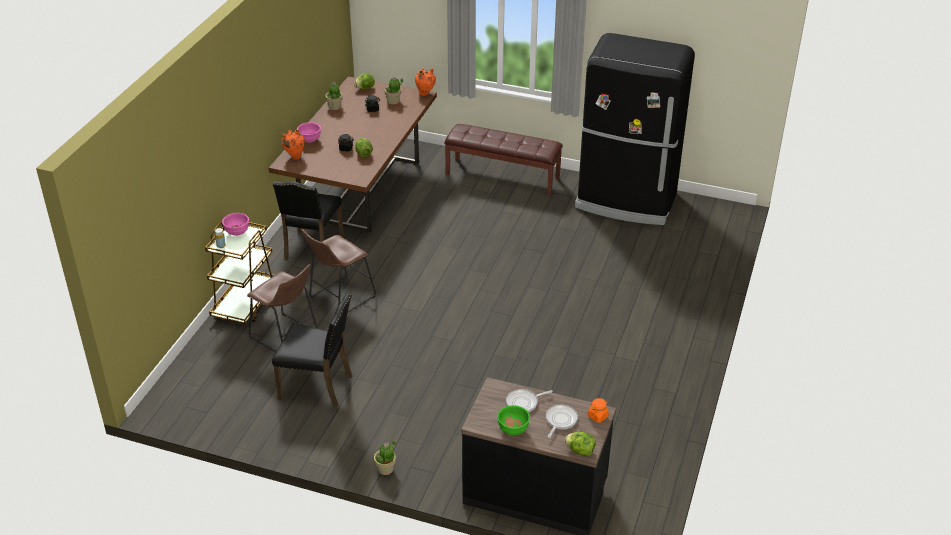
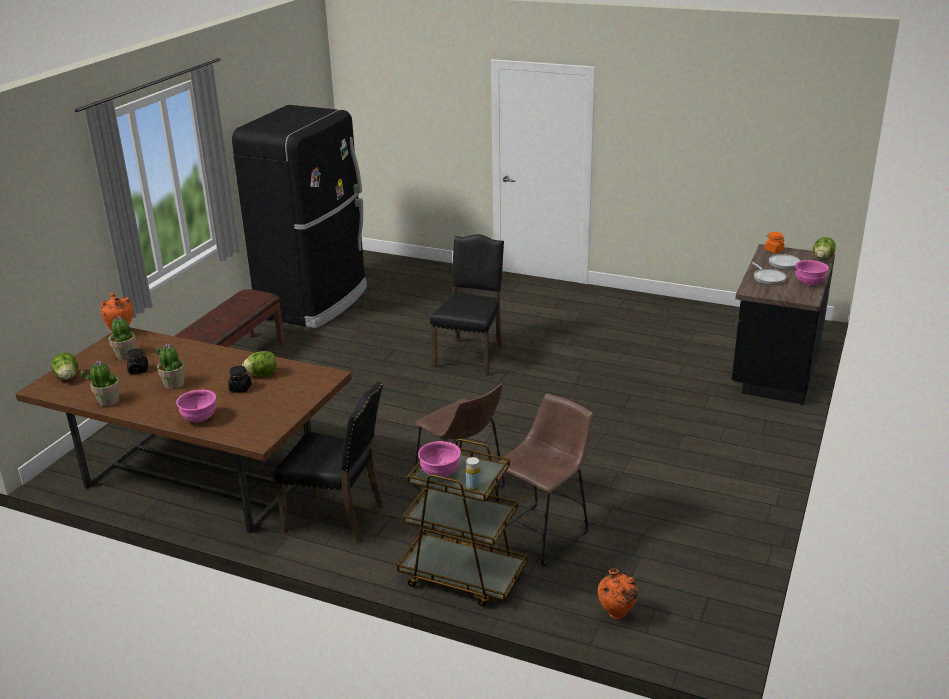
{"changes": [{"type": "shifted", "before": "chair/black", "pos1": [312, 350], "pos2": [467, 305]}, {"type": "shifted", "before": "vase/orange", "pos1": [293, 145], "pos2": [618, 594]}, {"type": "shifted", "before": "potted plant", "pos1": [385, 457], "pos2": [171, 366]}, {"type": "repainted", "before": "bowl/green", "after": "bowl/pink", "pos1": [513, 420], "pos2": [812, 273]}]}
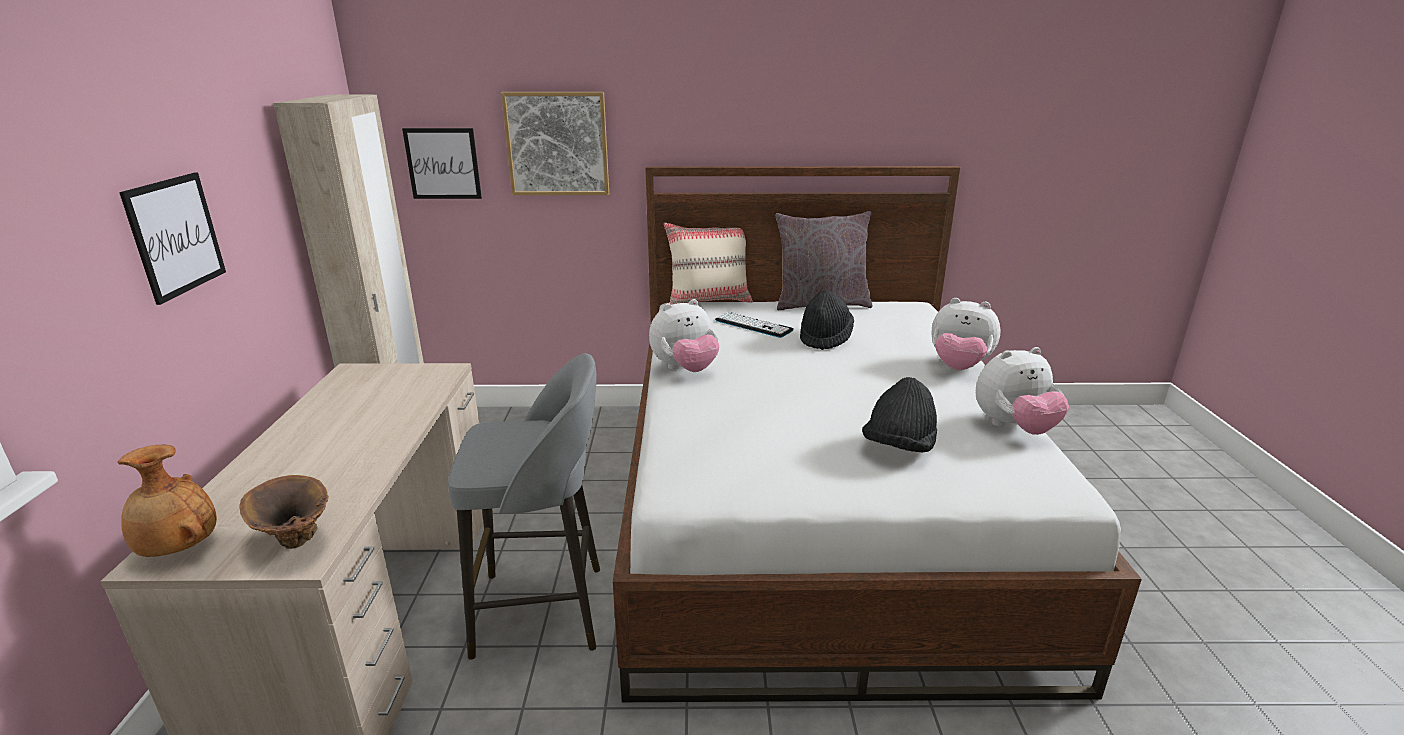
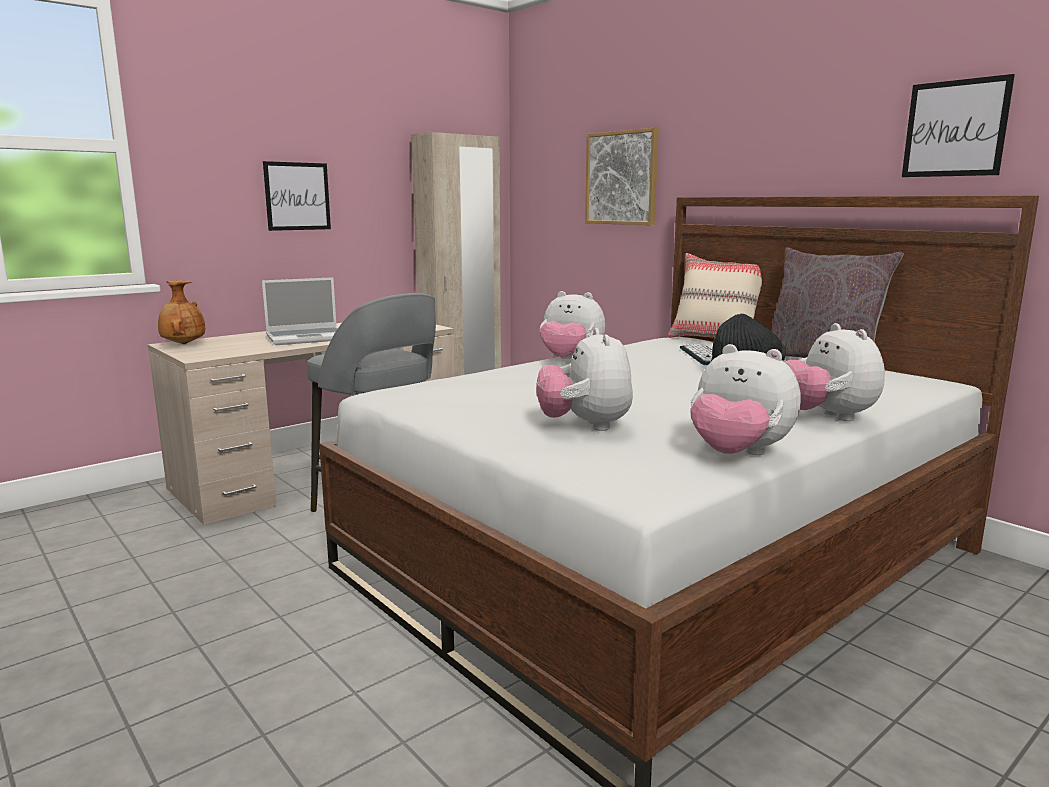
{"changes": [{"type": "gone", "before": "vase/brown", "pos1": [284, 512]}, {"type": "new", "after": "laptop", "pos2": [300, 311]}, {"type": "shifted", "before": "picture", "pos1": [442, 163], "pos2": [958, 125]}, {"type": "swapped", "before": "hat/black", "after": "plush toy", "pos1": [899, 414], "pos2": [584, 379]}]}
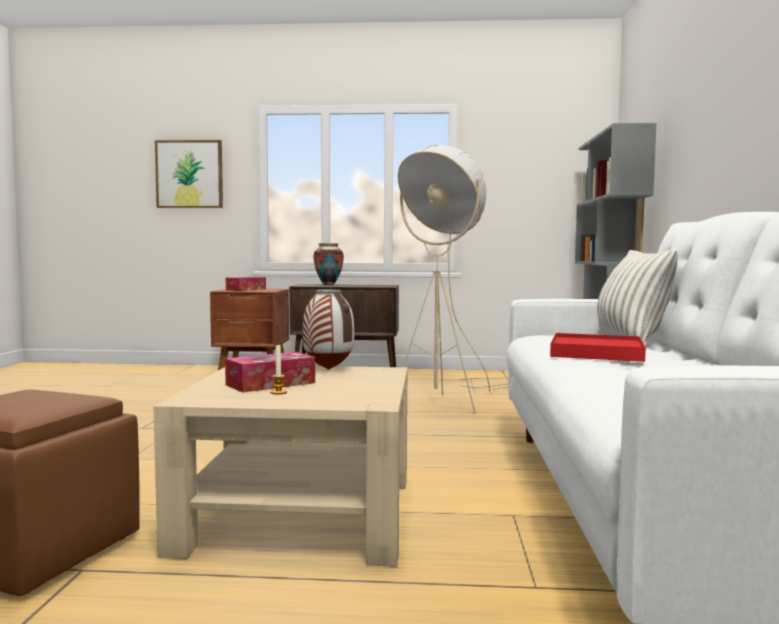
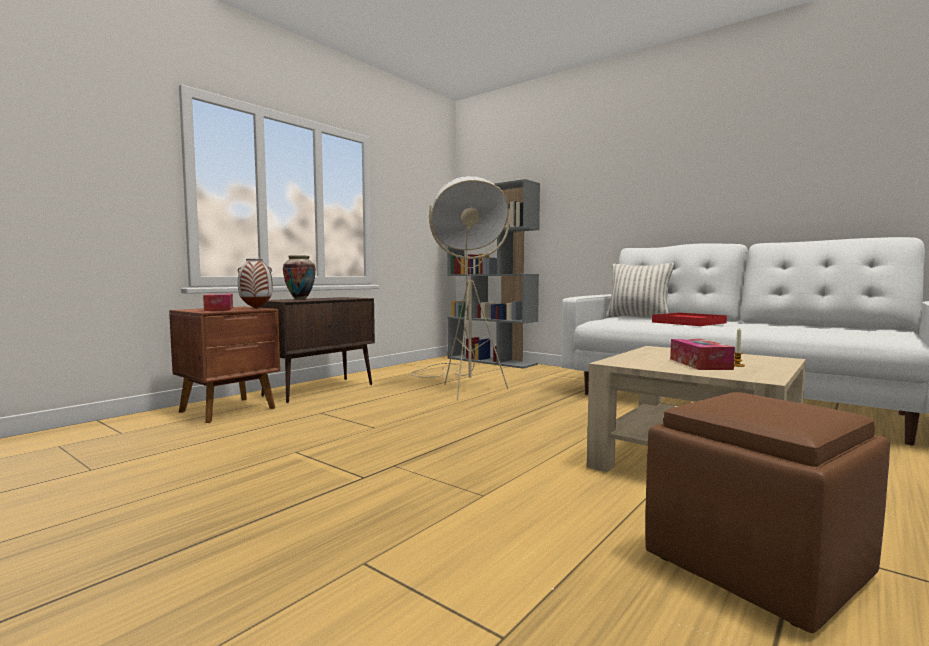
{"changes": [{"type": "gone", "before": "picture", "pos1": [189, 174]}, {"type": "shifted", "before": "vase", "pos1": [328, 329], "pos2": [255, 284]}]}
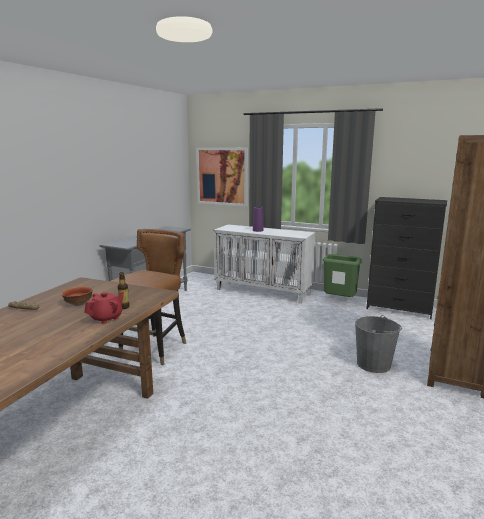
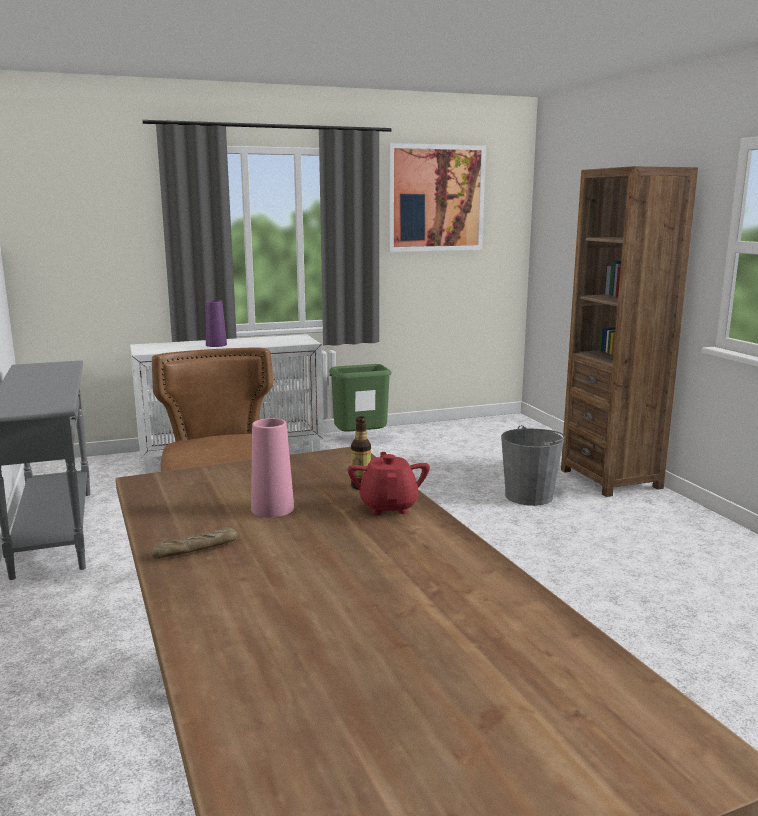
{"changes": [{"type": "gone", "before": "dresser/black", "pos1": [406, 258]}, {"type": "shifted", "before": "picture", "pos1": [222, 177], "pos2": [437, 197]}, {"type": "swapped", "before": "bowl", "after": "vase/pink", "pos1": [77, 296], "pos2": [272, 467]}]}
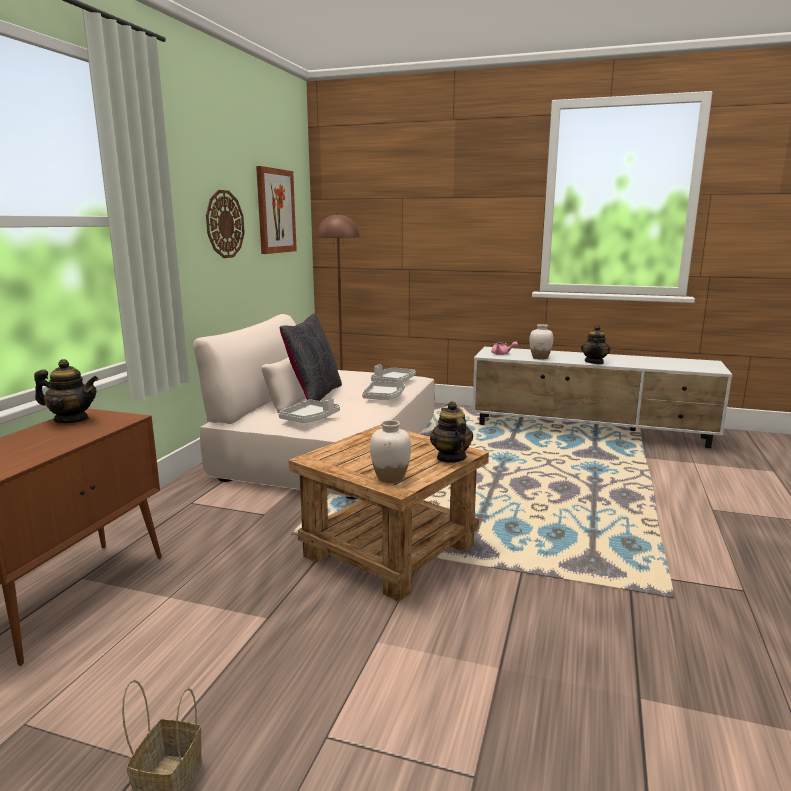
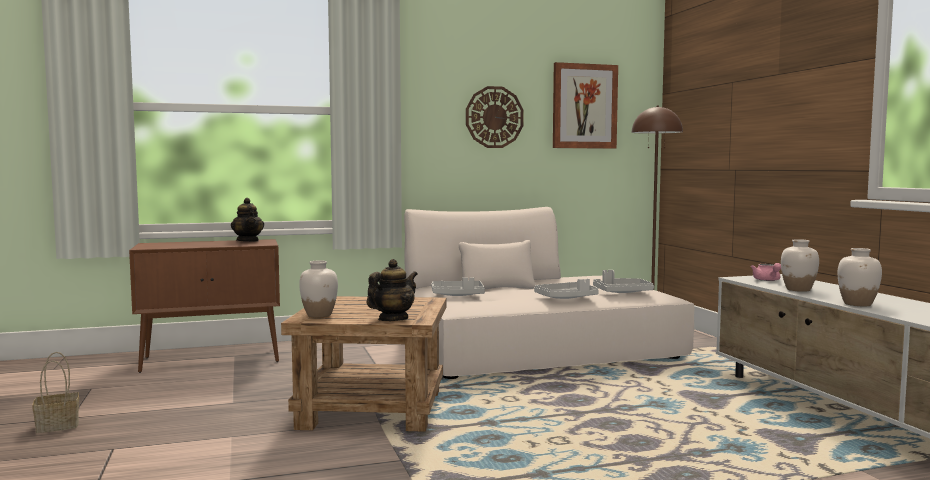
{"changes": [{"type": "gone", "before": "pillow/black", "pos1": [311, 357]}, {"type": "swapped", "before": "teapot", "after": "vase/white", "pos1": [596, 344], "pos2": [860, 277]}]}
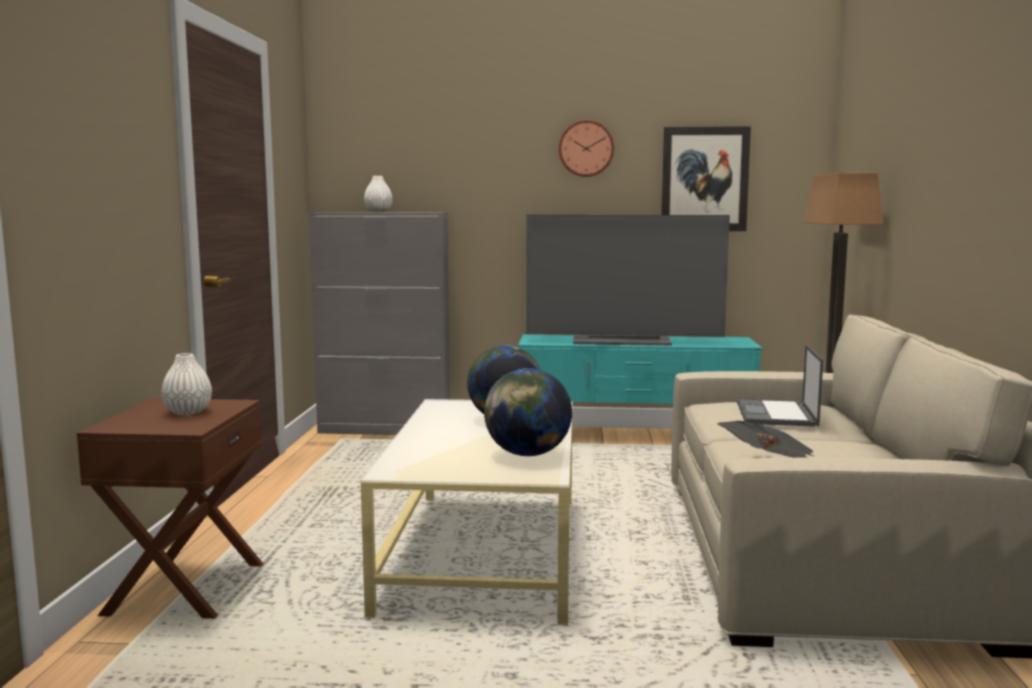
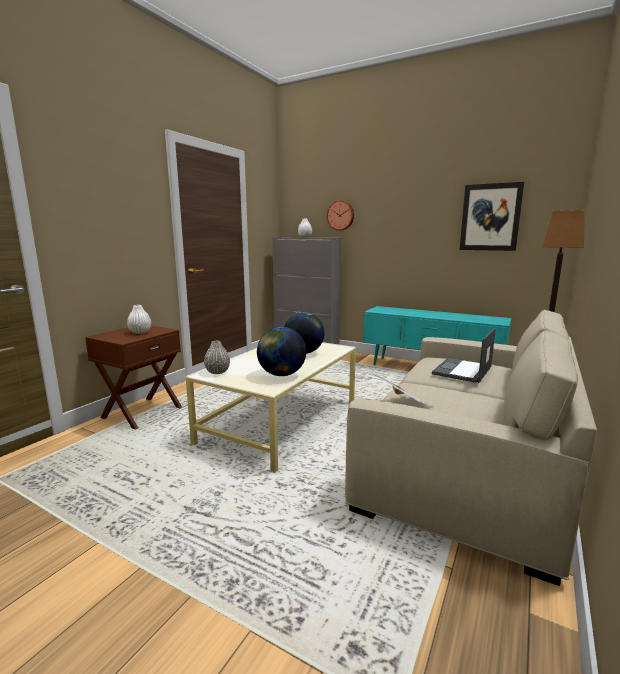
{"changes": [{"type": "gone", "before": "television", "pos1": [628, 280]}, {"type": "new", "after": "vase/grey", "pos2": [217, 357]}, {"type": "shifted", "before": "wall clock", "pos1": [586, 148], "pos2": [340, 215]}]}
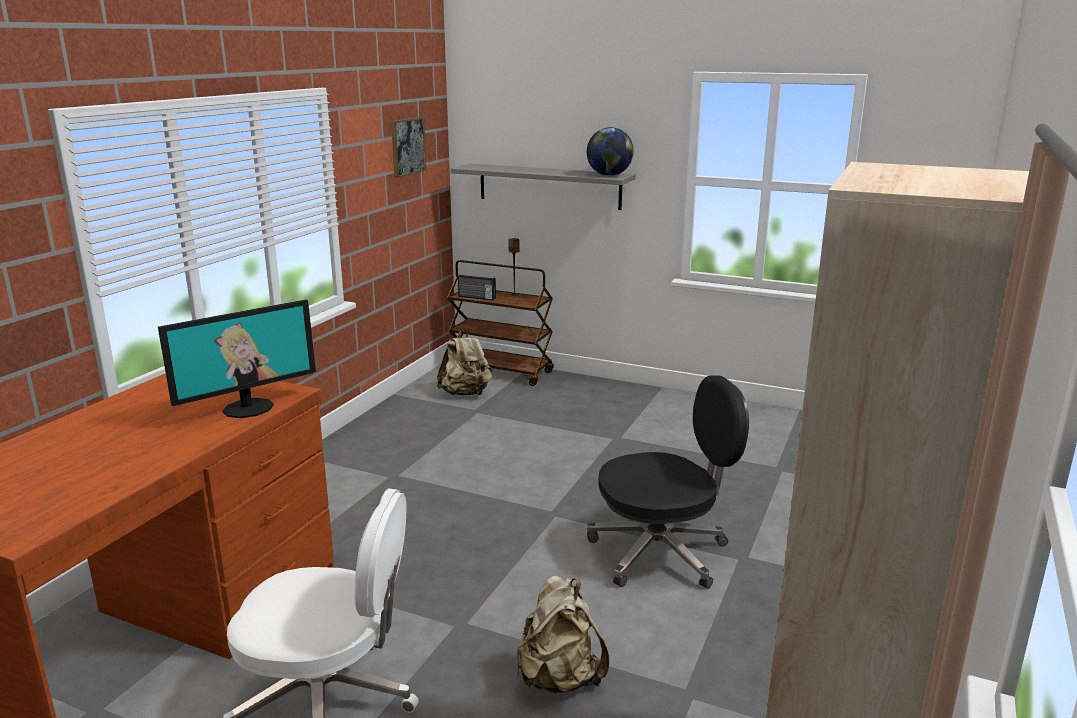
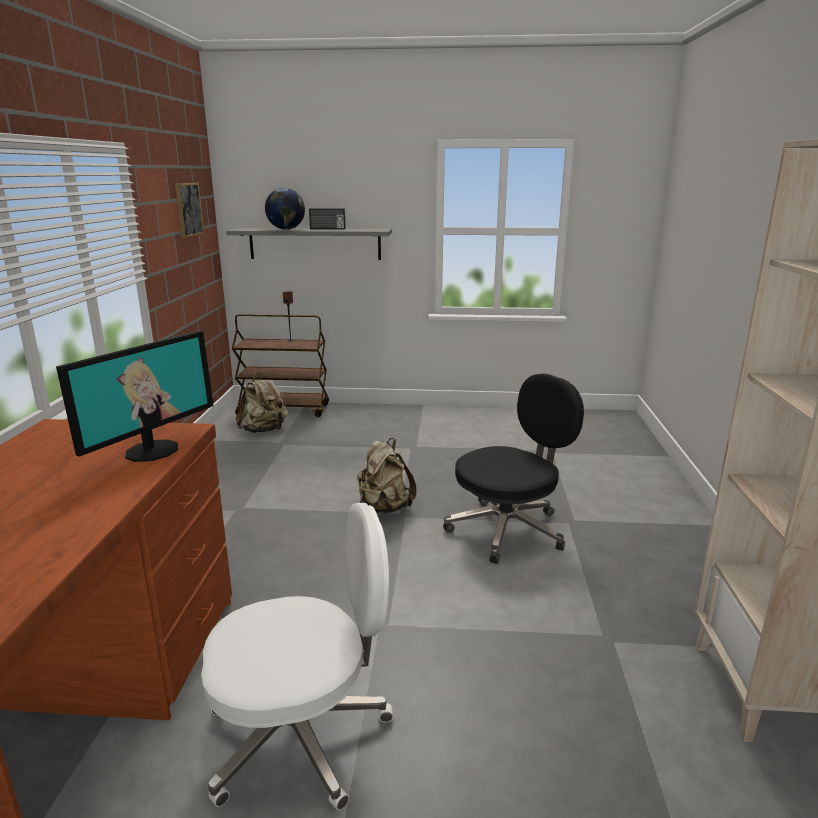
{"changes": [{"type": "shifted", "before": "radio", "pos1": [477, 287], "pos2": [327, 218]}, {"type": "shifted", "before": "backpack/beige", "pos1": [563, 634], "pos2": [387, 476]}, {"type": "shifted", "before": "globe", "pos1": [610, 151], "pos2": [285, 209]}]}
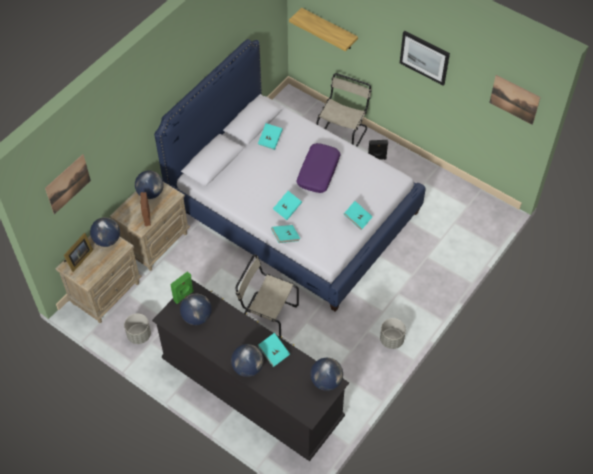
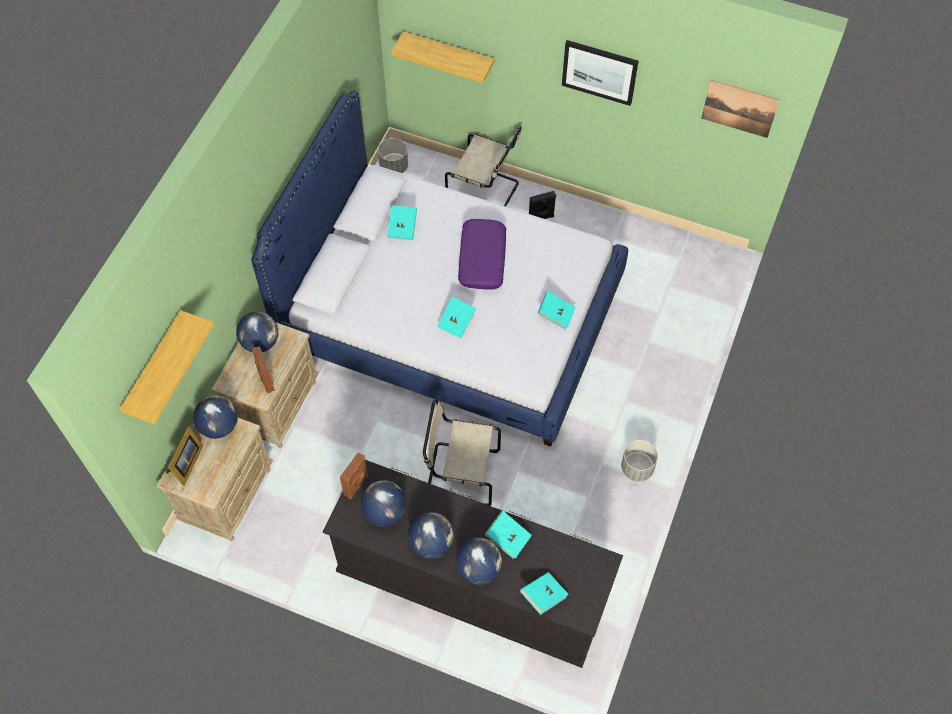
{"changes": [{"type": "shifted", "before": "planter/grey", "pos1": [137, 328], "pos2": [393, 155]}, {"type": "shifted", "before": "book/turquoise", "pos1": [285, 234], "pos2": [544, 593]}, {"type": "shifted", "before": "globe", "pos1": [326, 374], "pos2": [431, 535]}, {"type": "swapped", "before": "picture", "after": "shelf", "pos1": [68, 184], "pos2": [167, 367]}, {"type": "repainted", "before": "speaker/green", "after": "speaker/brown", "pos1": [182, 287], "pos2": [354, 476]}, {"type": "rotated", "before": "chair/beige", "pos1": [344, 110], "pos2": [483, 166], "turn": 105}]}
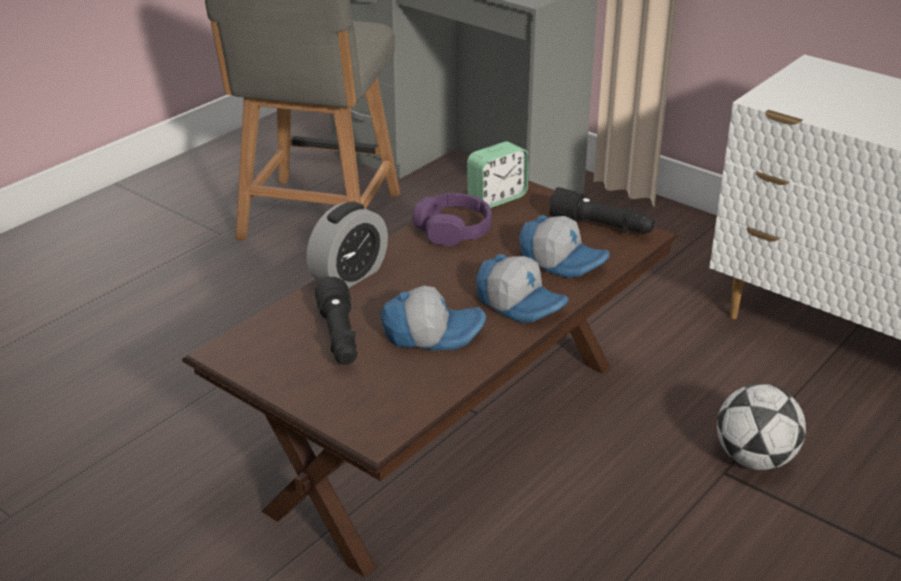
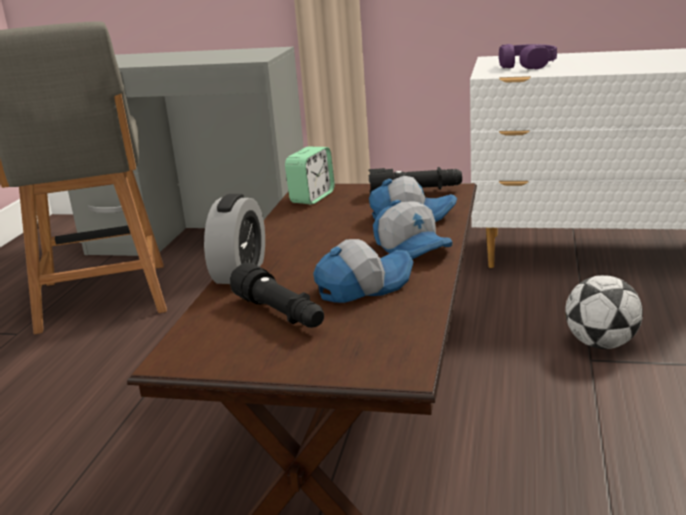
{"changes": [{"type": "shifted", "before": "headphones/purple", "pos1": [452, 219], "pos2": [528, 56]}, {"type": "rotated", "before": "cap", "pos1": [522, 288], "pos2": [413, 229], "turn": 45}]}
